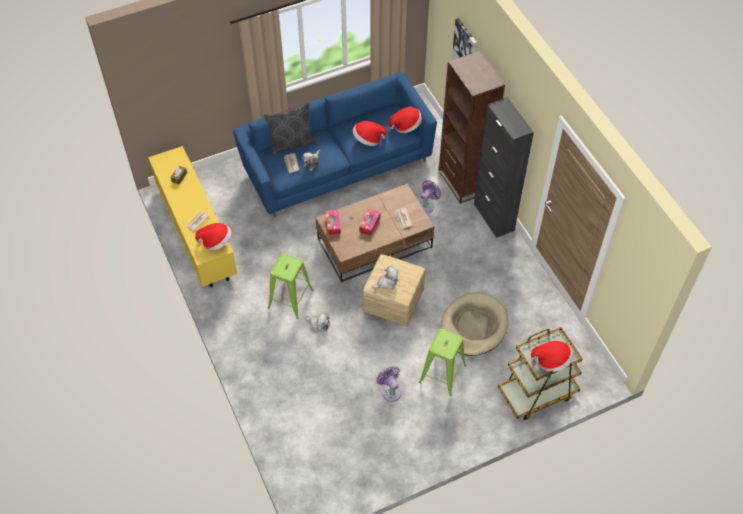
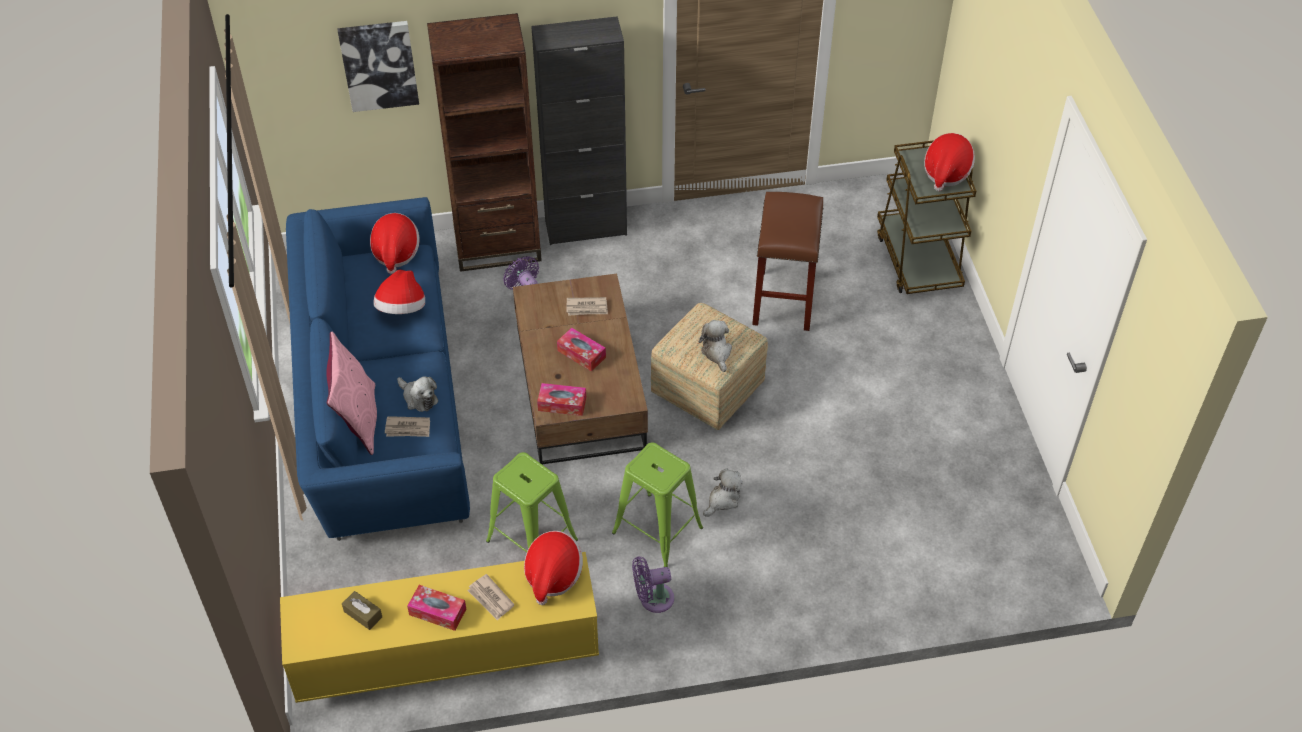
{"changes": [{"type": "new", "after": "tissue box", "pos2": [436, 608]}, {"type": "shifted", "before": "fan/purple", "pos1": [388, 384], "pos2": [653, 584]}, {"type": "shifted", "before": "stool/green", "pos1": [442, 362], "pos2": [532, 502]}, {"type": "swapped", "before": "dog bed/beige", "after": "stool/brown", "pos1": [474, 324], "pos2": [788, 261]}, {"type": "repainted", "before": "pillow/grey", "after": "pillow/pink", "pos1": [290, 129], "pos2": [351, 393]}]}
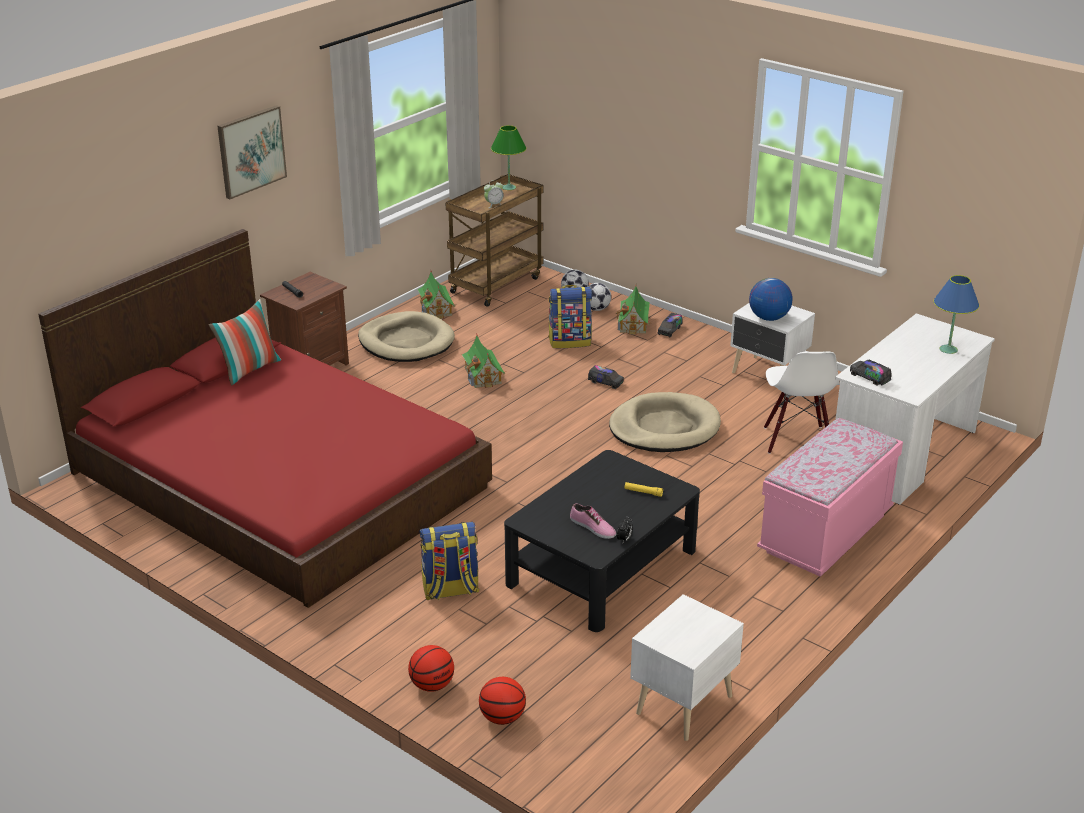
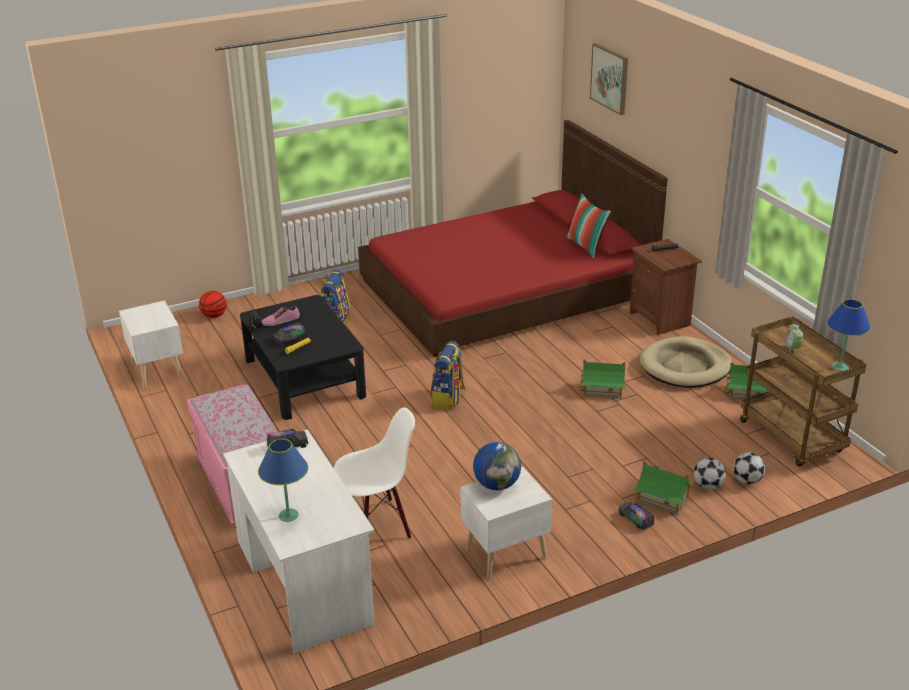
{"changes": [{"type": "gone", "before": "basketball", "pos1": [431, 668]}, {"type": "gone", "before": "dog bed/beige", "pos1": [665, 422]}, {"type": "shifted", "before": "picture", "pos1": [252, 152], "pos2": [609, 79]}, {"type": "shifted", "before": "backpack", "pos1": [570, 316], "pos2": [448, 375]}, {"type": "shifted", "before": "toy truck", "pos1": [606, 377], "pos2": [289, 334]}, {"type": "repainted", "before": "table lamp/green", "after": "table lamp/blue", "pos1": [508, 157], "pos2": [849, 335]}, {"type": "rotated", "before": "chair/white", "pos1": [802, 402], "pos2": [374, 473], "turn": 135}]}
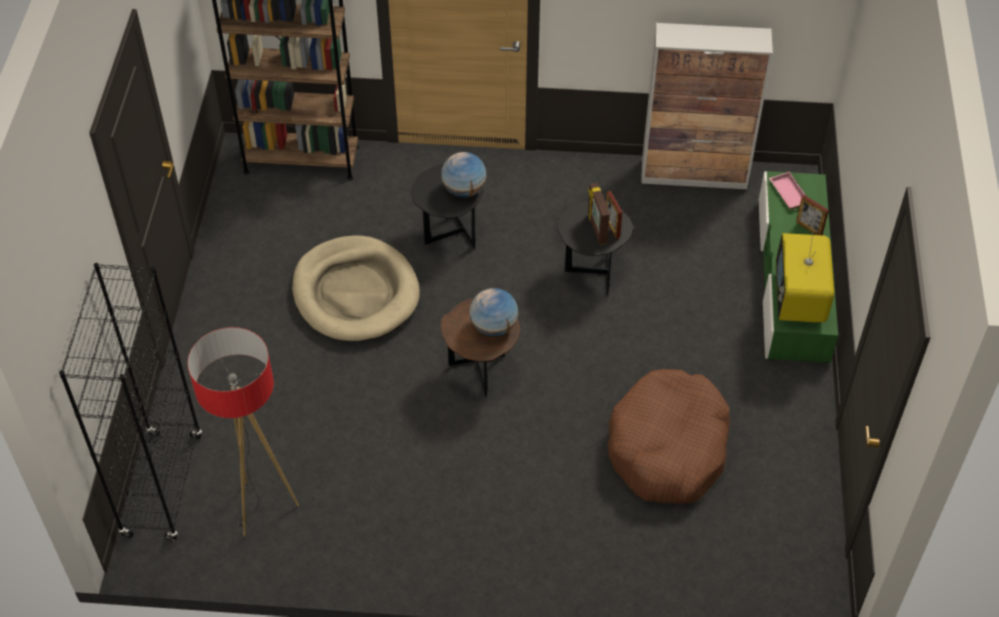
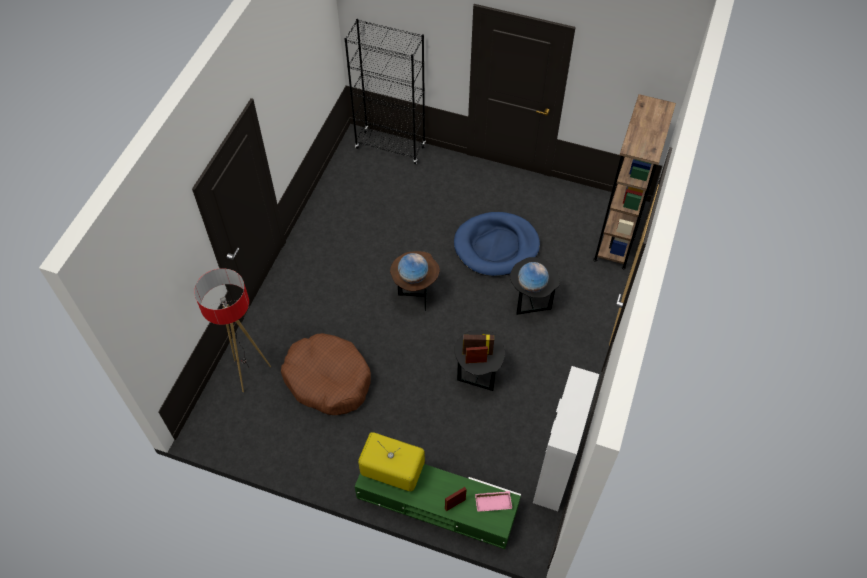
{"changes": [{"type": "shifted", "before": "floor lamp", "pos1": [243, 431], "pos2": [232, 330]}, {"type": "repainted", "before": "dog bed/beige", "after": "dog bed/blue", "pos1": [356, 289], "pos2": [497, 244]}]}
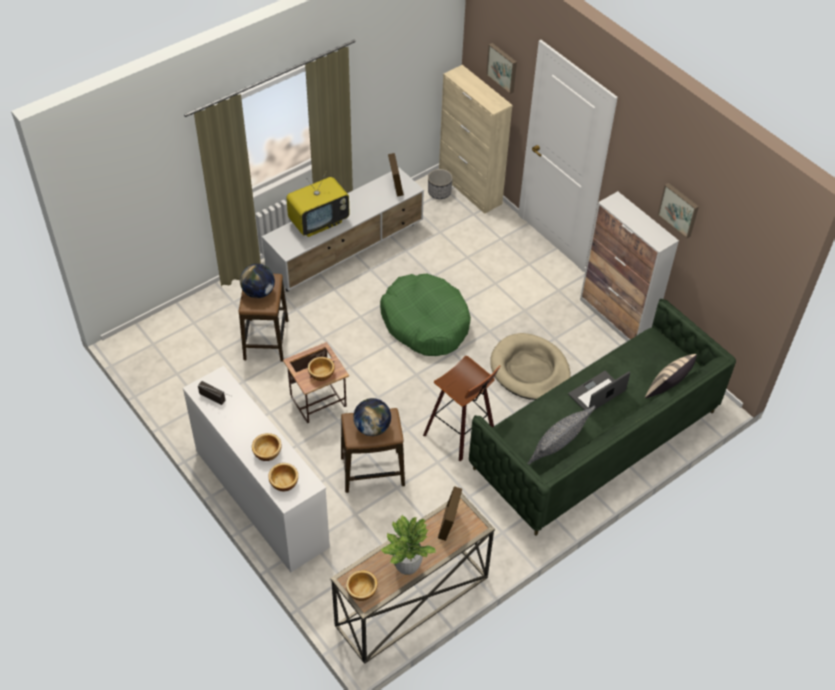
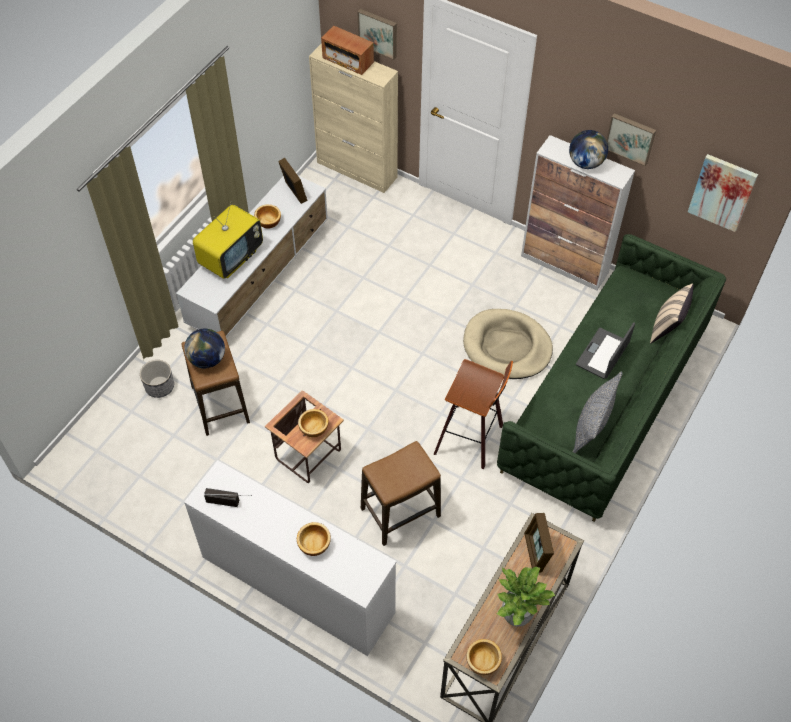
{"changes": [{"type": "gone", "before": "dog bed/green", "pos1": [425, 314]}, {"type": "new", "after": "radio", "pos2": [347, 50]}, {"type": "new", "after": "picture", "pos2": [723, 193]}, {"type": "shifted", "before": "bowl", "pos1": [283, 477], "pos2": [267, 216]}, {"type": "shifted", "before": "globe", "pos1": [372, 417], "pos2": [588, 149]}, {"type": "shifted", "before": "planter", "pos1": [440, 184], "pos2": [157, 379]}]}
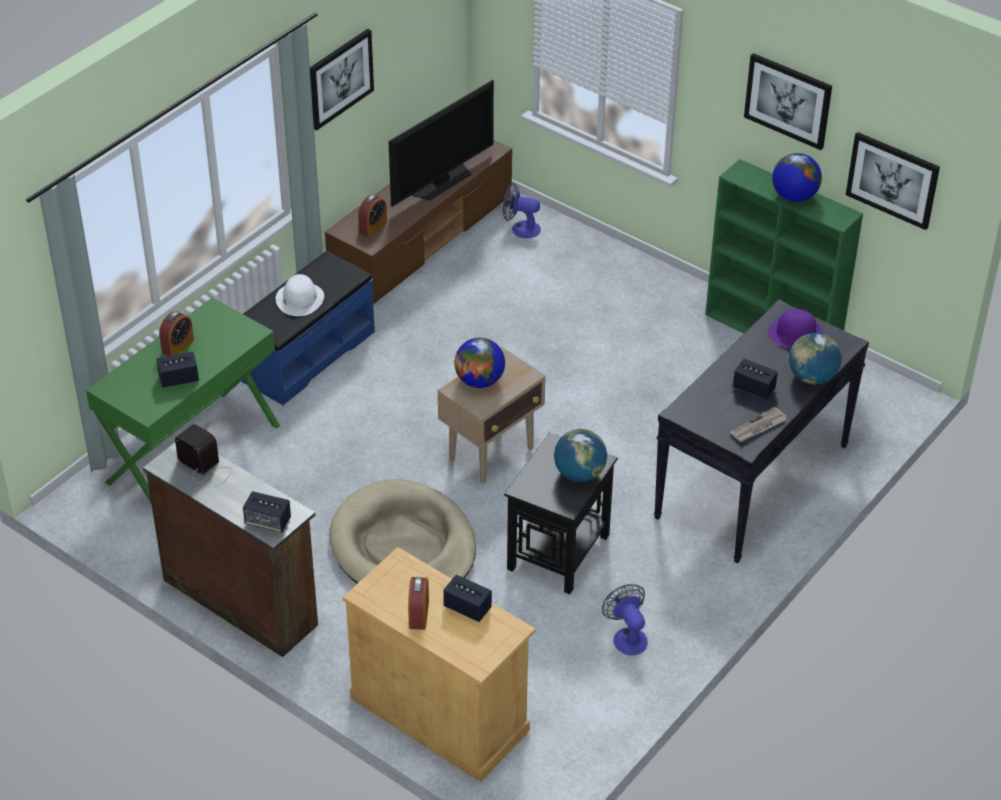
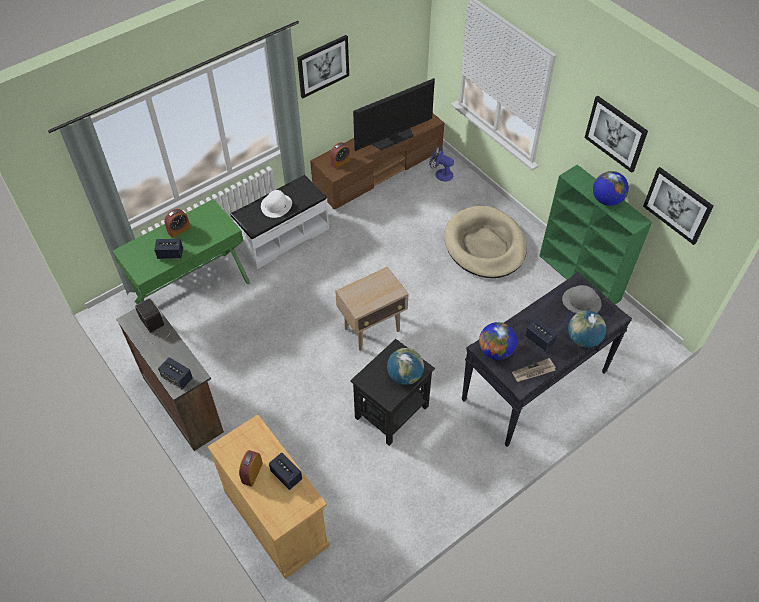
{"changes": [{"type": "gone", "before": "fan", "pos1": [625, 619]}, {"type": "shifted", "before": "dog bed/beige", "pos1": [402, 531], "pos2": [485, 242]}, {"type": "shifted", "before": "globe", "pos1": [480, 363], "pos2": [498, 341]}, {"type": "repainted", "before": "bench/blue", "after": "bench/white", "pos1": [308, 328], "pos2": [279, 222]}, {"type": "repainted", "before": "hat/purple", "after": "hat/grey", "pos1": [796, 328], "pos2": [582, 299]}]}
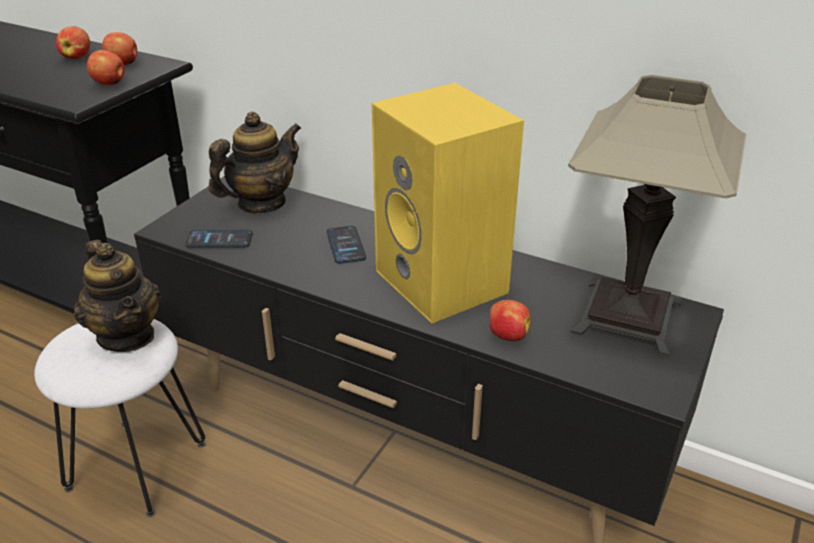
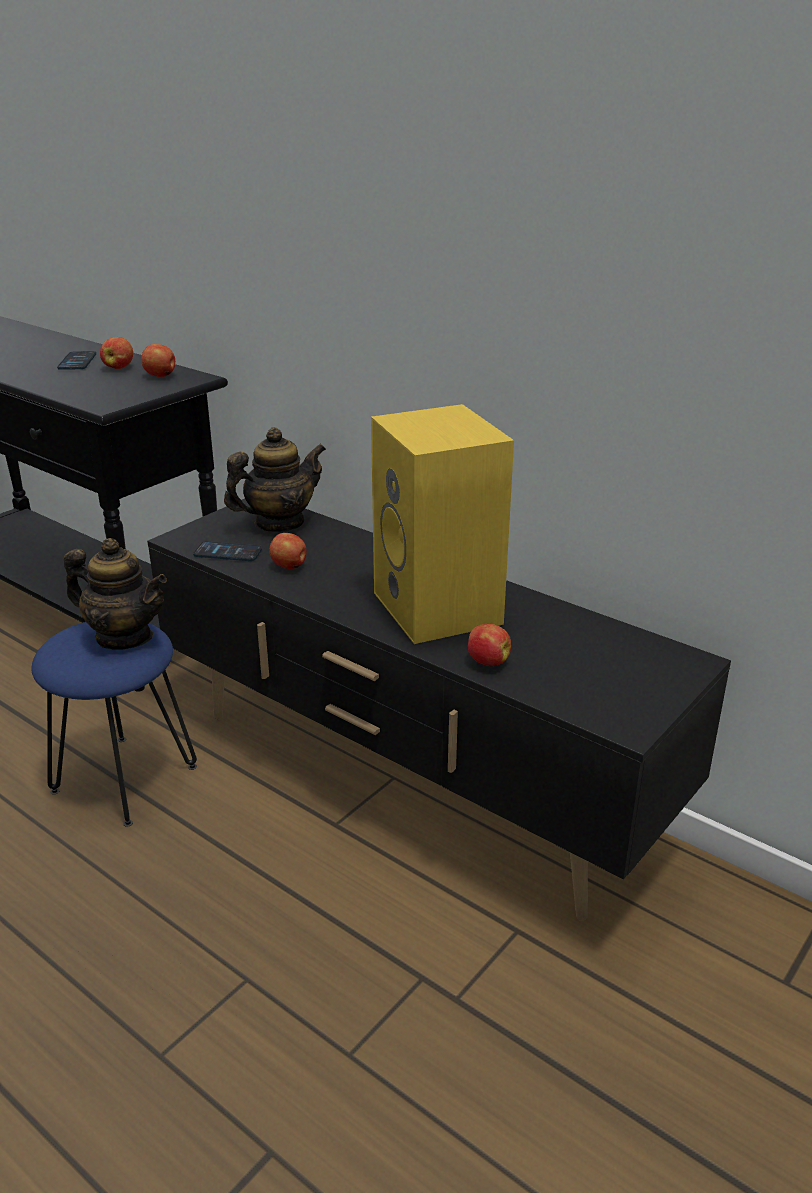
{"changes": [{"type": "gone", "before": "table lamp", "pos1": [657, 216]}, {"type": "shifted", "before": "apple", "pos1": [105, 67], "pos2": [288, 551]}, {"type": "shifted", "before": "phone", "pos1": [346, 245], "pos2": [76, 360]}, {"type": "repainted", "before": "stool/white", "after": "stool/blue", "pos1": [120, 418], "pos2": [114, 724]}, {"type": "rotated", "before": "teapot", "pos1": [117, 296], "pos2": [115, 594], "turn": -45}]}
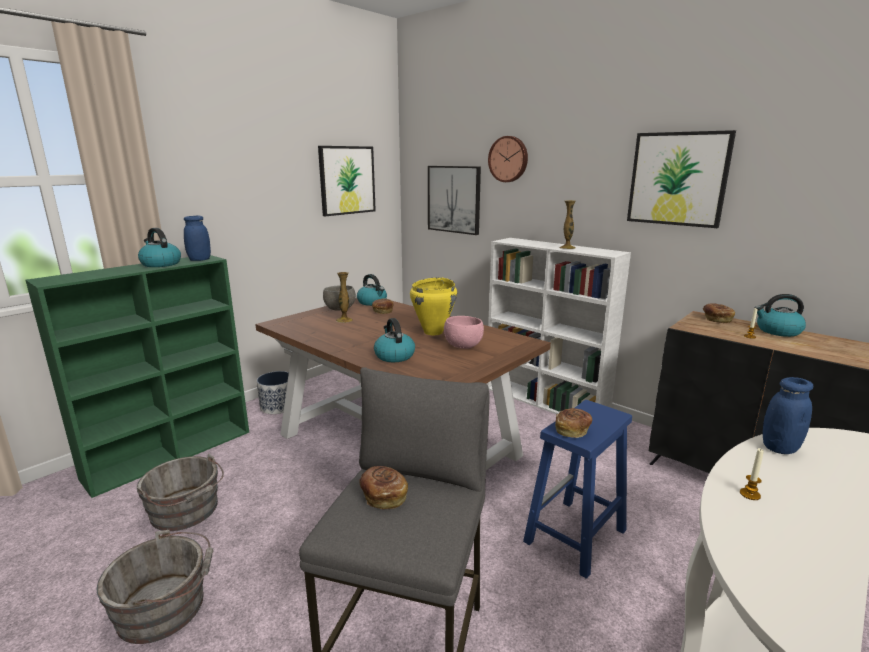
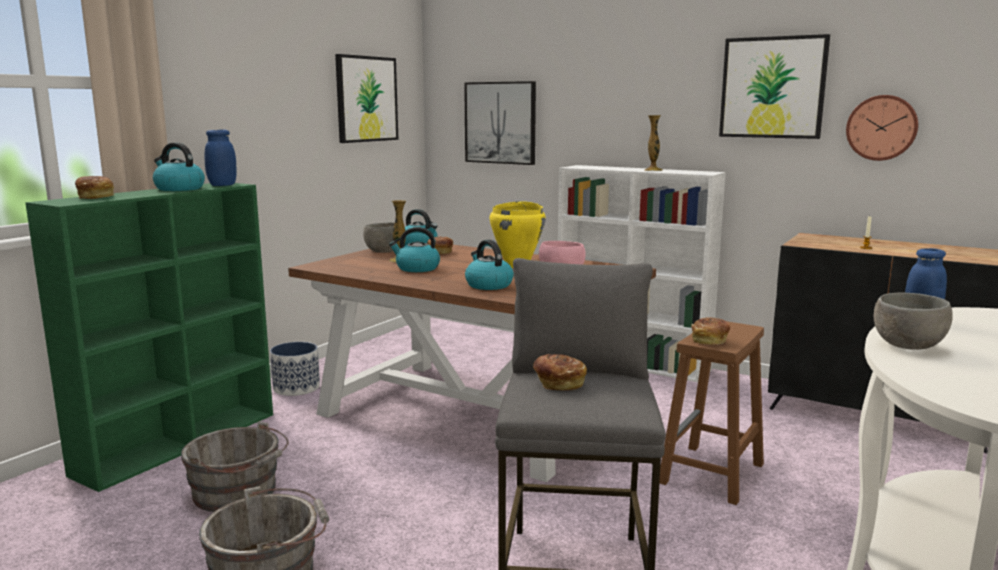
{"changes": [{"type": "shifted", "before": "wall clock", "pos1": [508, 159], "pos2": [882, 128]}, {"type": "shifted", "before": "bread", "pos1": [719, 313], "pos2": [94, 187]}, {"type": "shifted", "before": "kettle", "pos1": [780, 315], "pos2": [414, 249]}, {"type": "swapped", "before": "candle", "after": "bowl/grey", "pos1": [752, 474], "pos2": [913, 321]}, {"type": "repainted", "before": "stool/blue", "after": "stool/brown", "pos1": [577, 489], "pos2": [711, 413]}]}
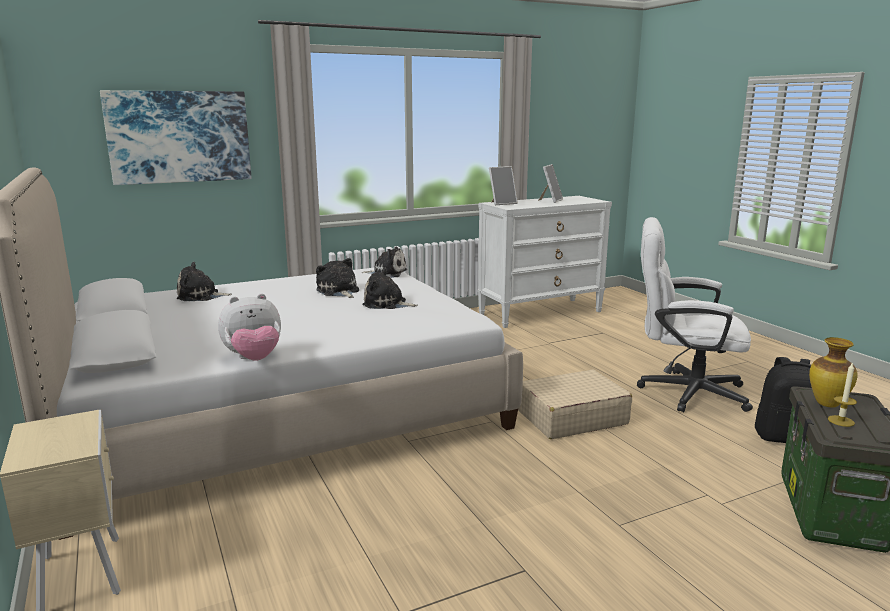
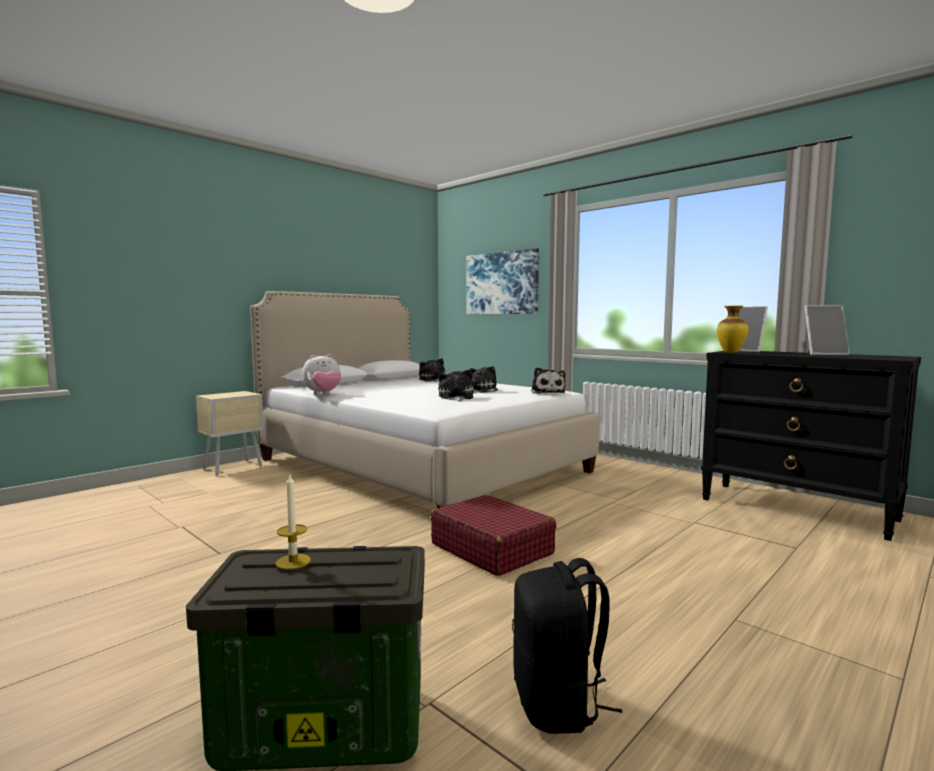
{"changes": [{"type": "gone", "before": "office chair/white", "pos1": [695, 314]}, {"type": "shifted", "before": "vase", "pos1": [833, 372], "pos2": [732, 329]}, {"type": "repainted", "before": "dresser/white", "after": "dresser/black", "pos1": [545, 262], "pos2": [811, 446]}, {"type": "repainted", "before": "suitcase/beige", "after": "suitcase/red", "pos1": [575, 404], "pos2": [493, 535]}, {"type": "rotated", "before": "plush toy", "pos1": [249, 326], "pos2": [321, 374], "turn": -75}]}
